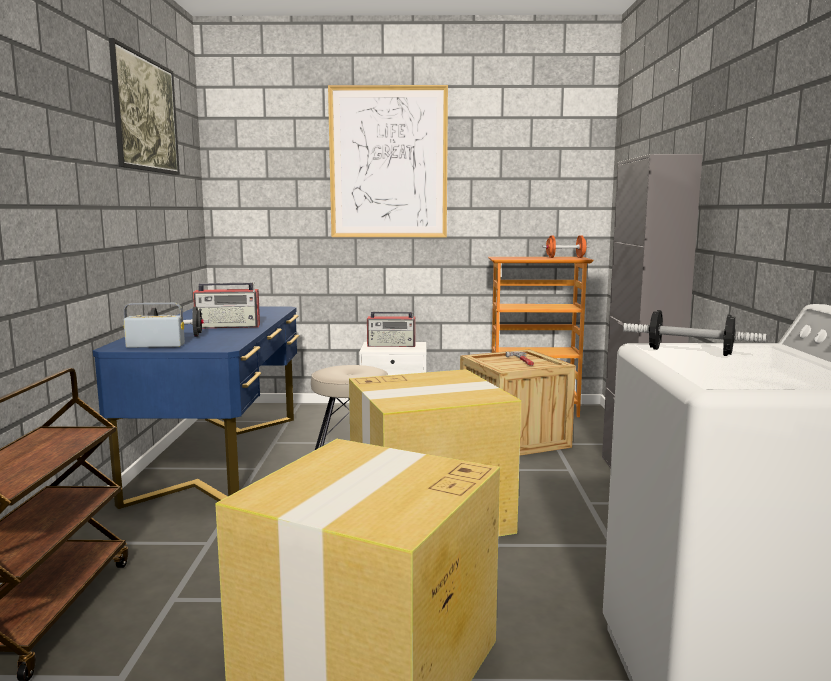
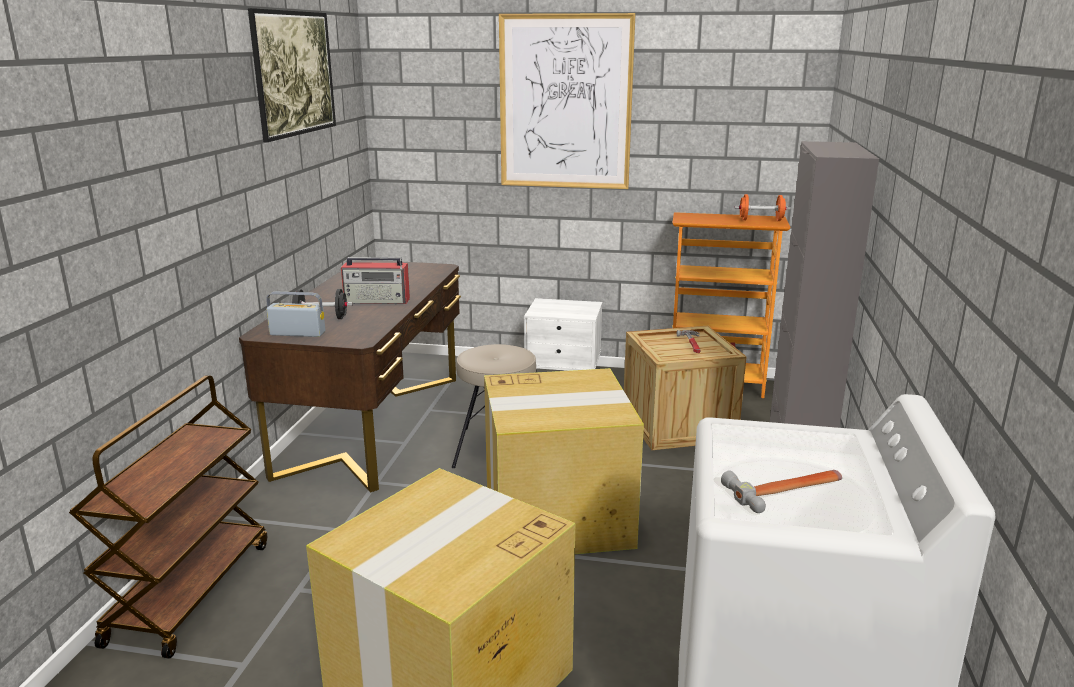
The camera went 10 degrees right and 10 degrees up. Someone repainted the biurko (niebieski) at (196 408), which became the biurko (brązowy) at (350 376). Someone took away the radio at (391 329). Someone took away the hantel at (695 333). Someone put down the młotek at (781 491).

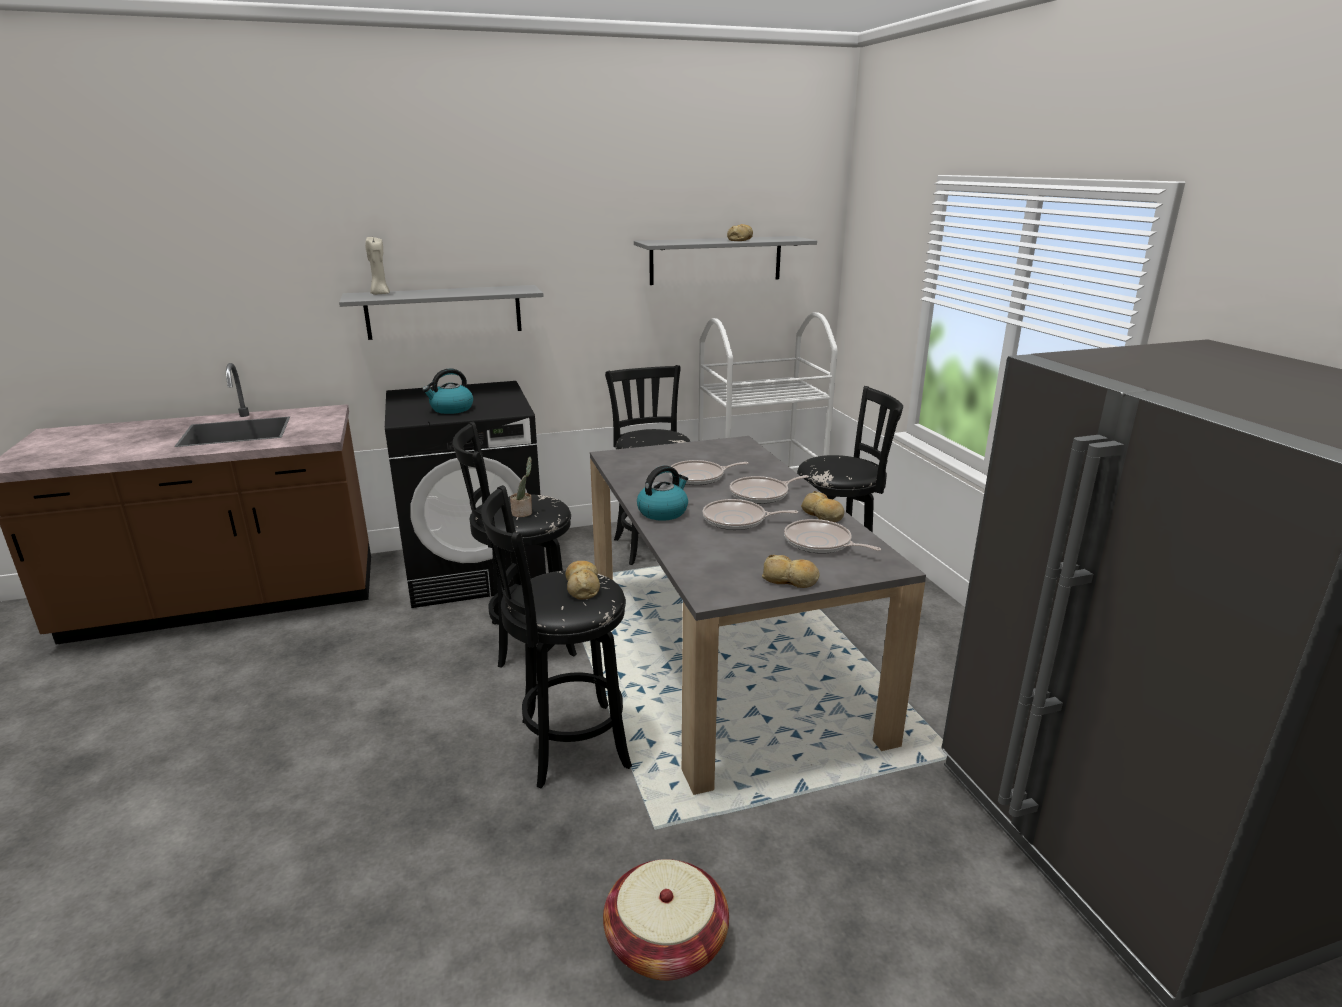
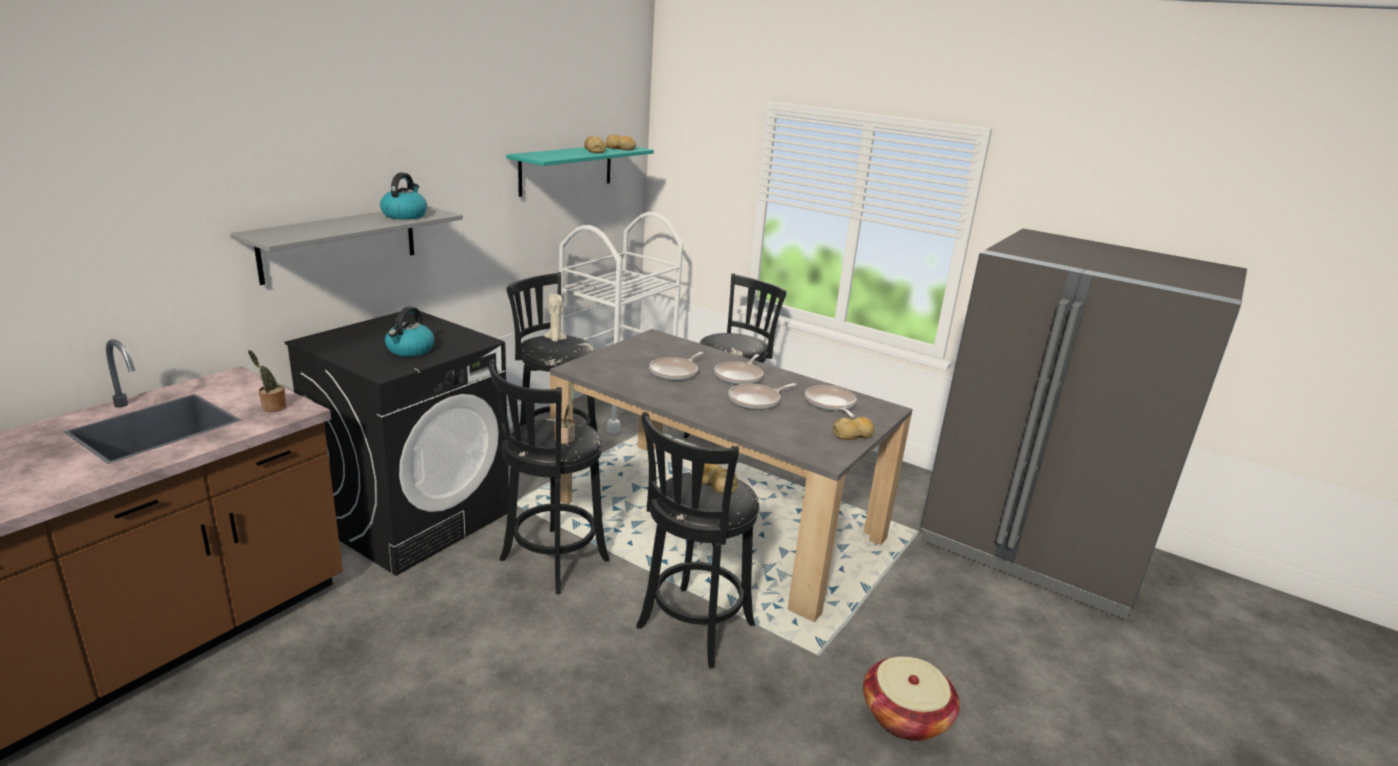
The camera went 40 degrees left and 0 degrees up. Someone carried the świeca (beżowy) from (377 266) to (556 318). Someone repainted the półka (szary) at (725 260), which became the półka (turkusowy) at (580 172). Someone carried the czajnik from (662 493) to (403 196). Someone rotated the patelnia at (832 536) by 75 degrees clockwise. Someone carried the chleb from (822 506) to (620 142). Someone put down the roślina doniczkowa at (267 381).

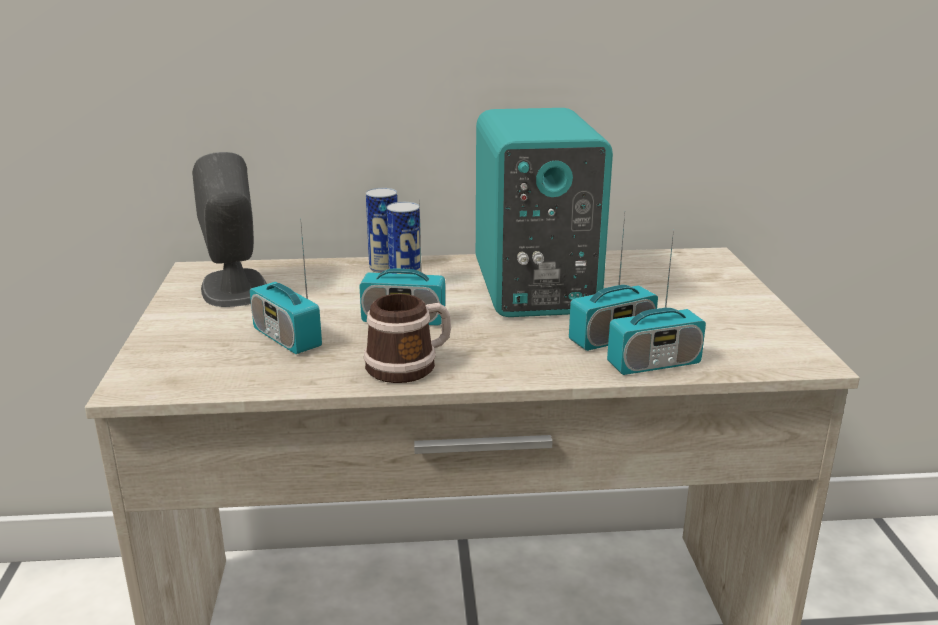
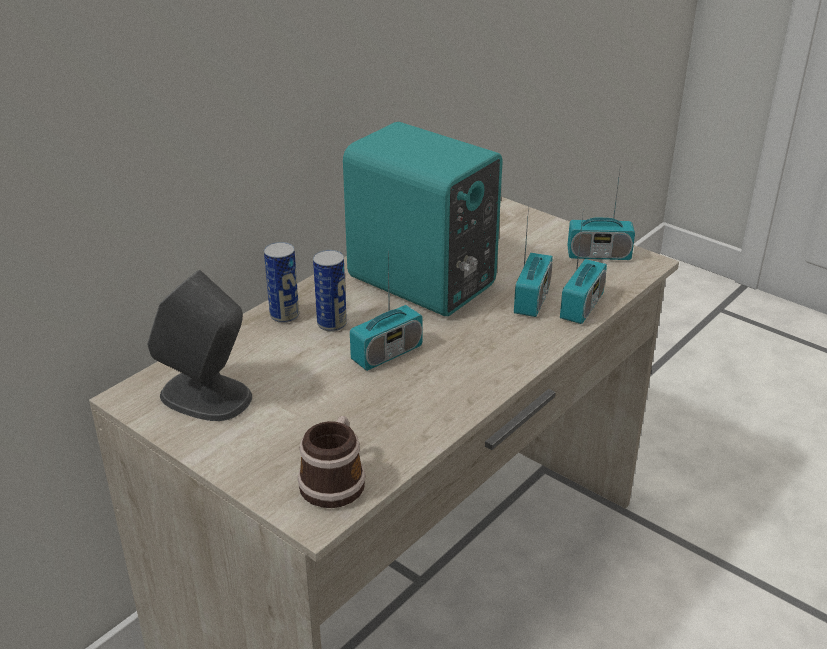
The camera went 45 degrees left and 10 degrees up. Someone carried the radio from (286 286) to (601 212). Someone carried the kubek from (407 338) to (331 462).

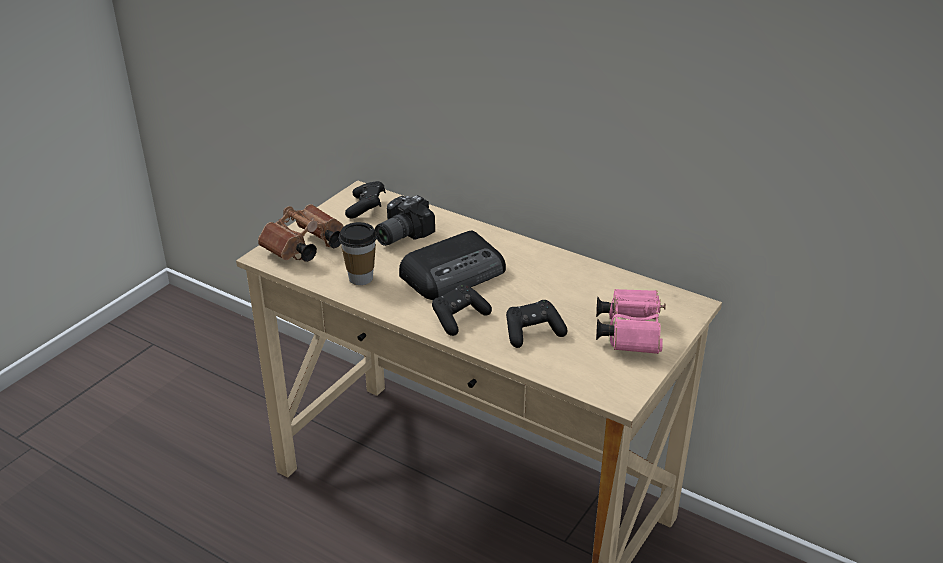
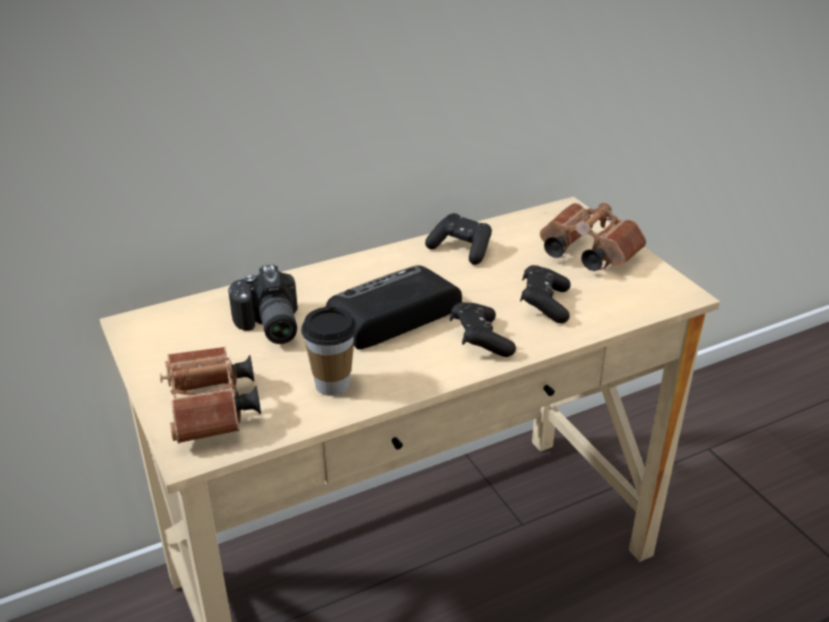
The camera went 60 degrees left and 0 degrees up. Someone carried the pad do gier (czarny) from (365 200) to (458 239). Someone rotated the radio at (452 265) by 120 degrees counterclockwise. Someone repainted the lornetka (różowy) at (631 321), which became the lornetka (brązowy) at (593 236).

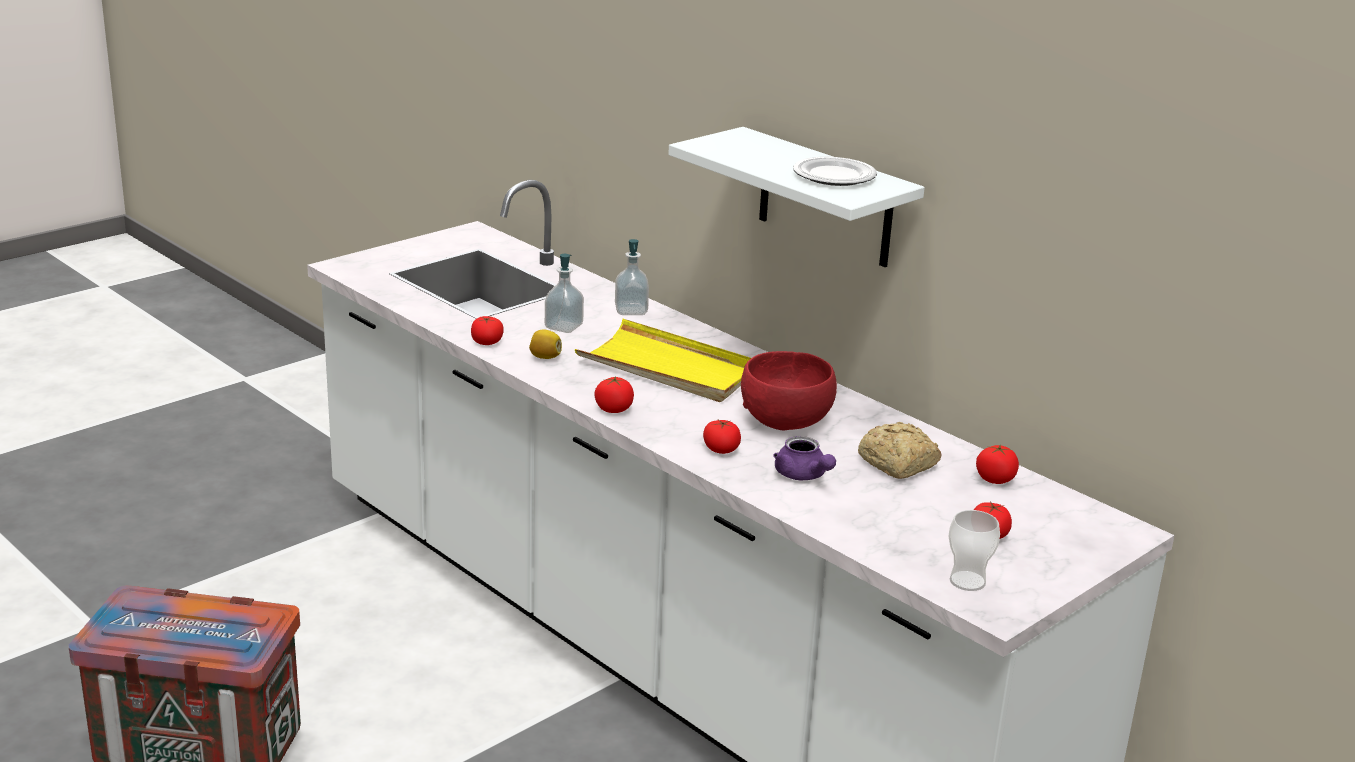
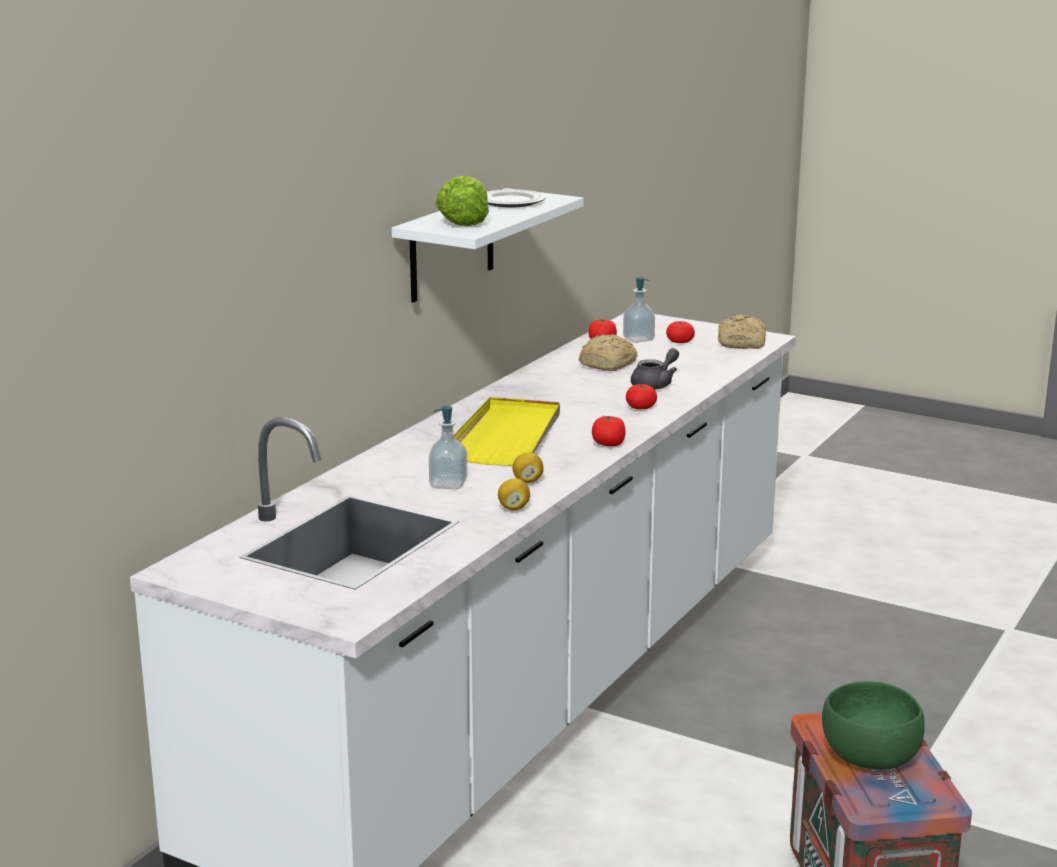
The camera went 105 degrees left and 5 degrees down. Someone swapped the pomidor at (487 330) for the cytryna at (514 494). Someone carried the dozownik mydła from (632 277) to (639 310). Someone took away the miska (czerwony) at (789 391). Someone repainted the imbryk (fioletowy) at (804 458), which became the imbryk (szary) at (655 368). Someone swapped the filiżanka at (974 550) for the chleb at (742 331). Someone put down the sałata at (462 200). Someone put down the miska (zielony) at (873 725).

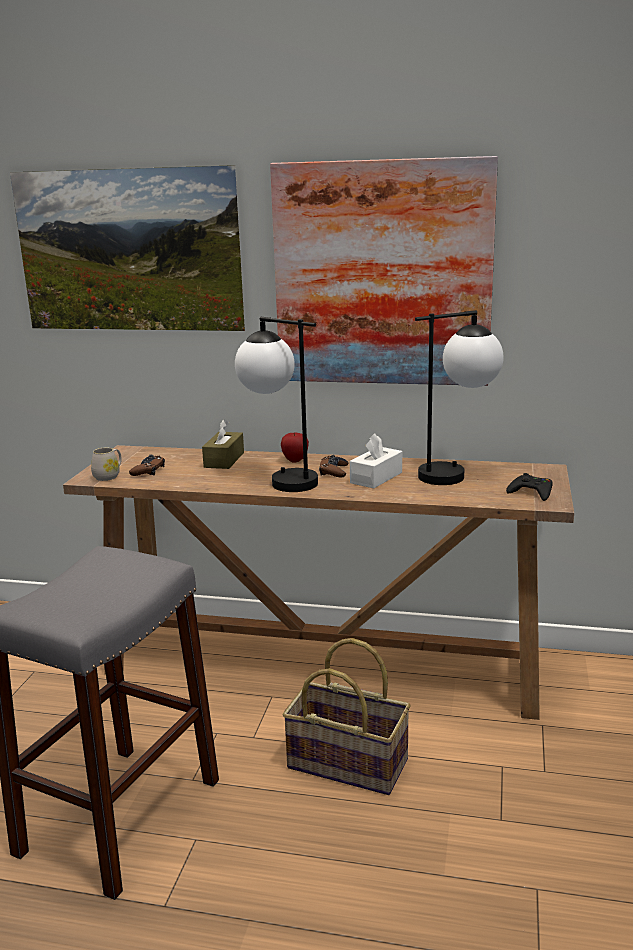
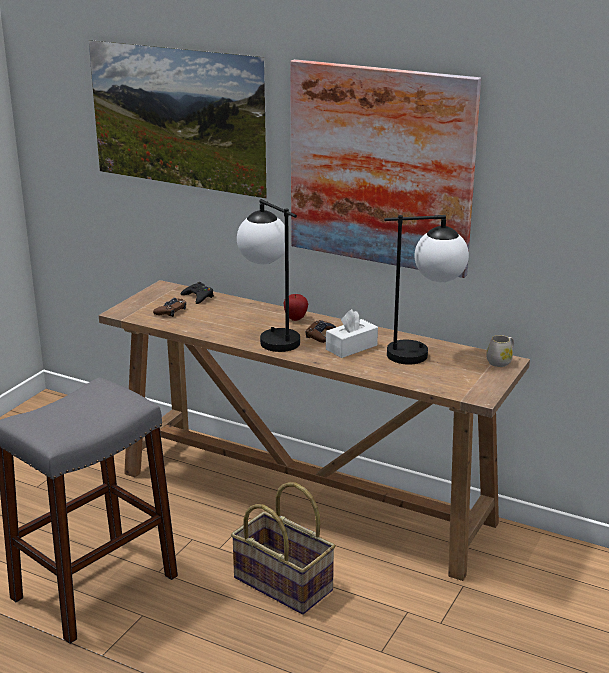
The camera went 15 degrees right and 5 degrees up. Someone carried the kubek (biały) from (106 464) to (500 351). Someone took away the pudełko chusteczek (brązowy) at (223 444). Someone carried the pad do gier (czarny) from (529 487) to (197 293).

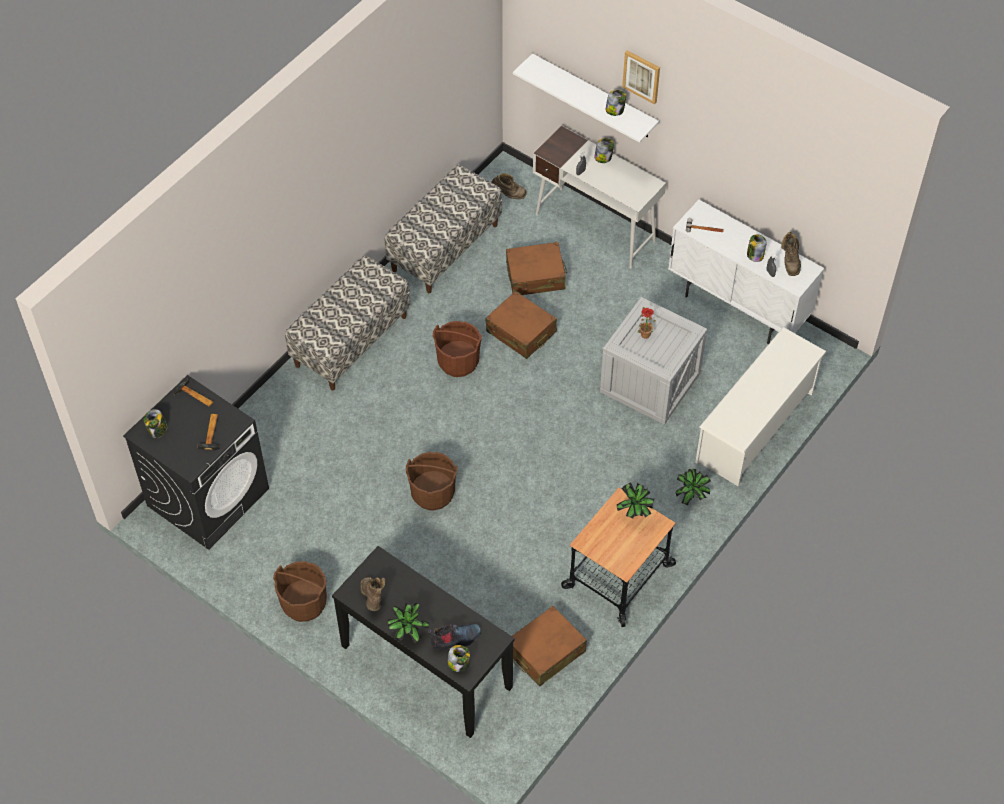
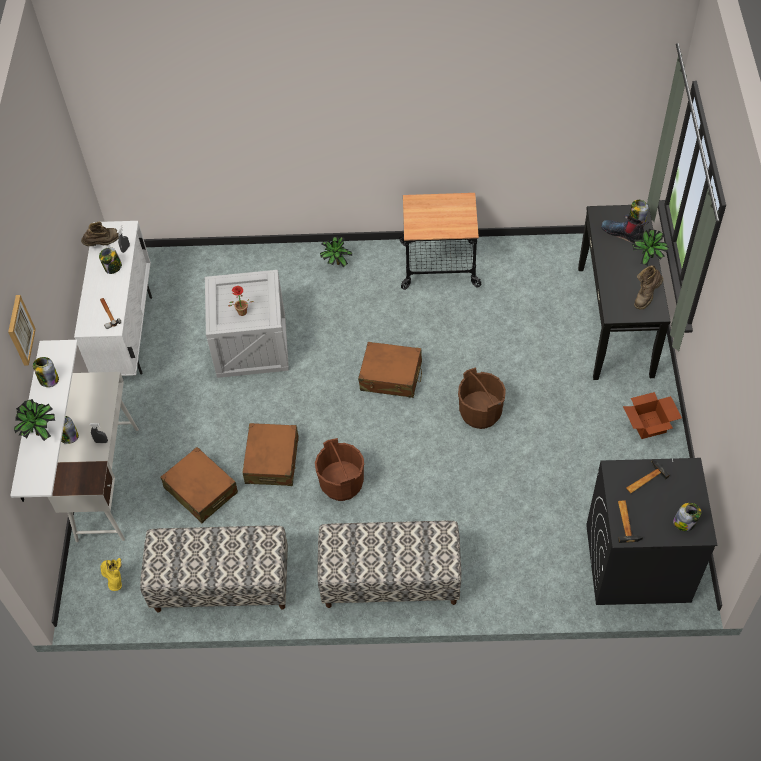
The camera went 125 degrees left and 0 degrees up. Someone swapped the wiadro (brązowy) at (300 591) for the karton at (652 415). Someone repainted the but z cholewką (brązowy) at (509 186), which became the but z cholewką (żółty) at (111 574). Someone carried the walizka (brązowy) from (549 646) to (390 370). Someone carried the roślina doniczkowa from (636 500) to (34 420). Someone took away the regał na buty (biały) at (761 406).

